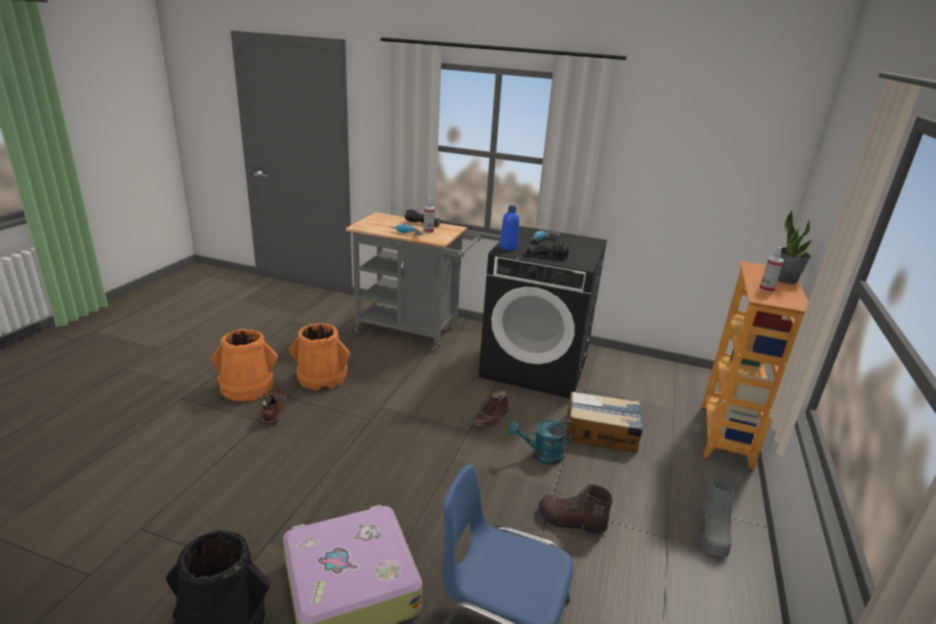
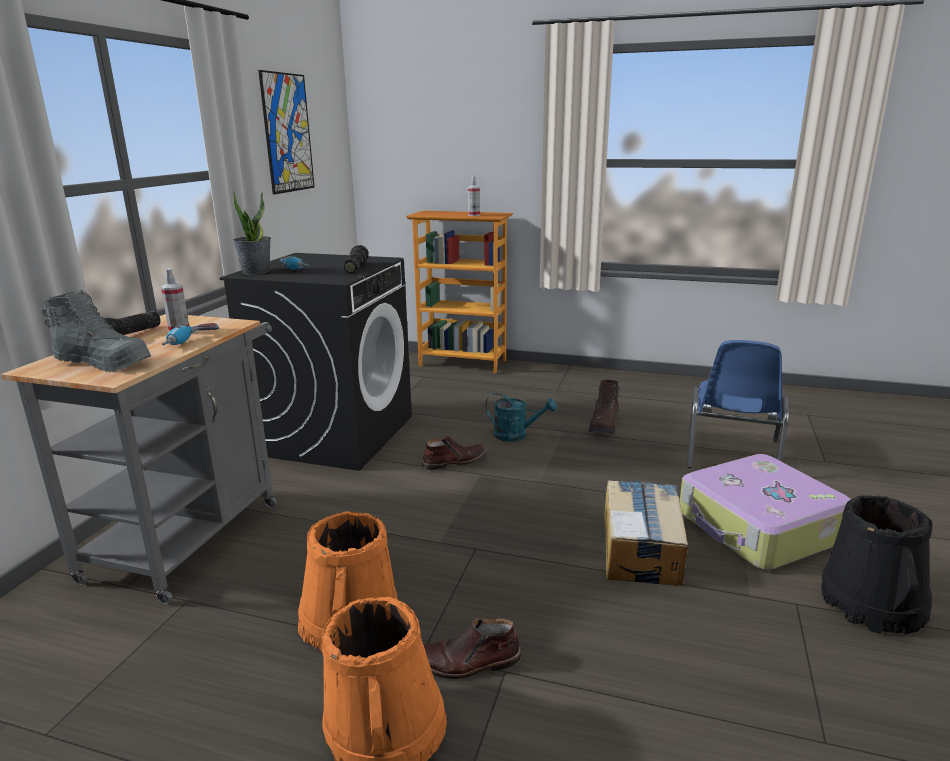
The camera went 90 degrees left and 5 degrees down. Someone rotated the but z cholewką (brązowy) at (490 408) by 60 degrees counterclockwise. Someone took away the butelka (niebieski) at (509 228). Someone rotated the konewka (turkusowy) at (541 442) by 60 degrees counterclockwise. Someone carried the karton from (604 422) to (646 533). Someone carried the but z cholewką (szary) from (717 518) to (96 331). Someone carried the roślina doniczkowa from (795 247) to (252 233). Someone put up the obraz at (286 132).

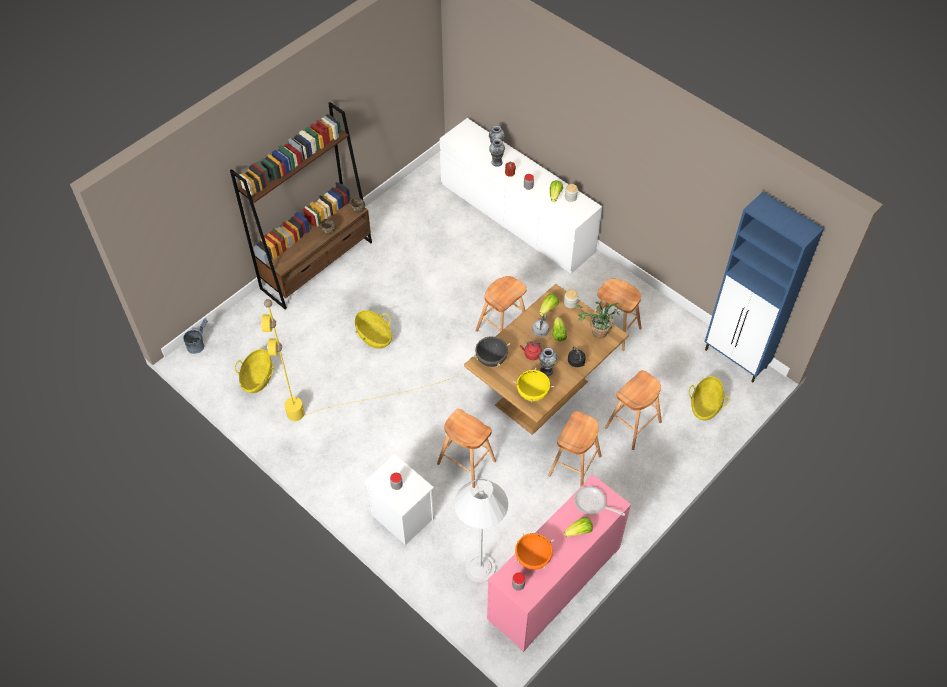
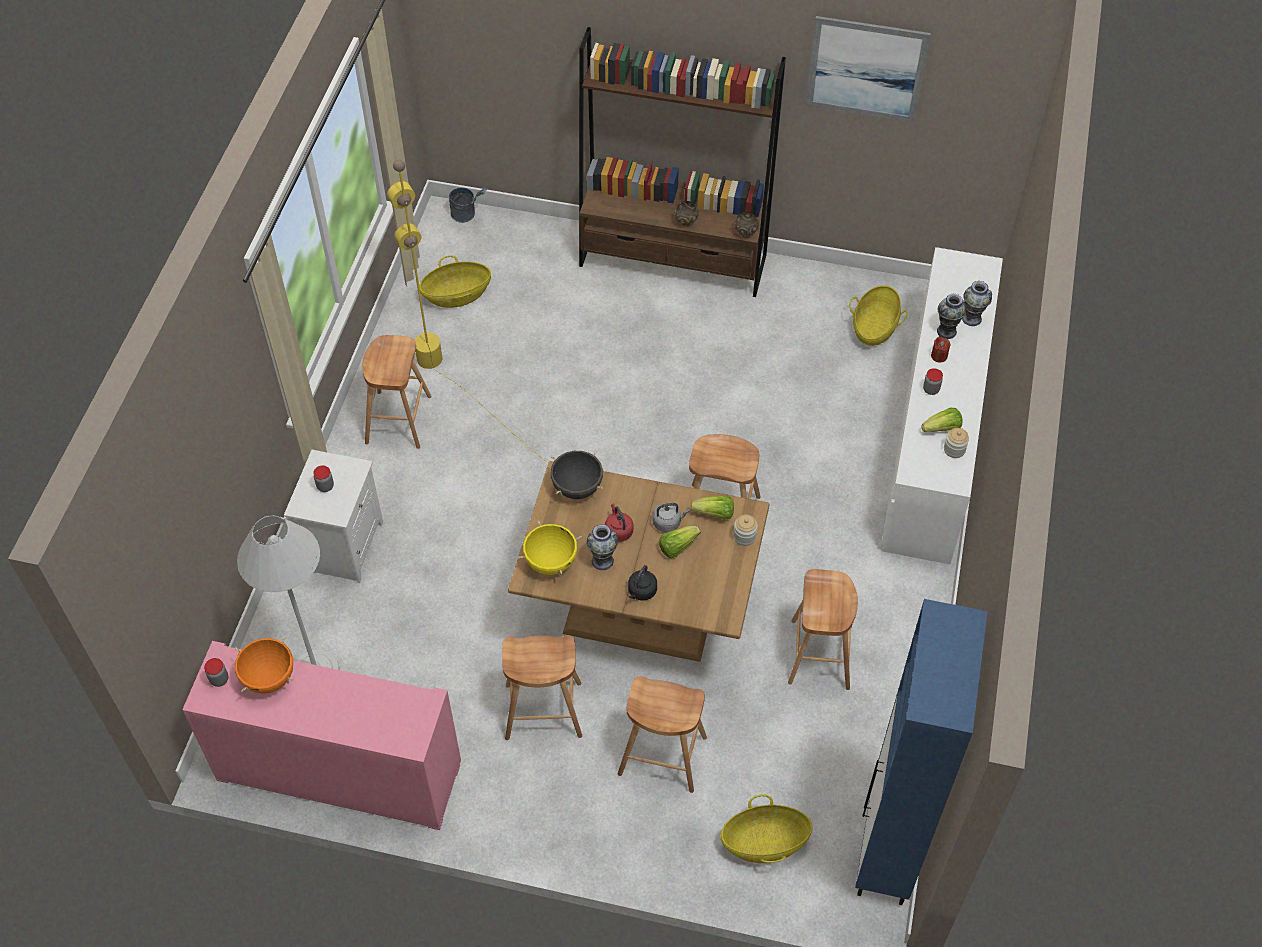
The camera went 60 degrees right and 0 degrees up. Someone carried the koszyk from (373 329) to (878 315). Someone carried the stołek (brązowy) from (466 448) to (397 392). Someone took away the sałata at (578 527). Someone took away the patelnia at (599 501). Someone took away the roślina doniczkowa at (600 320). Someone put up the obraz at (868 69).

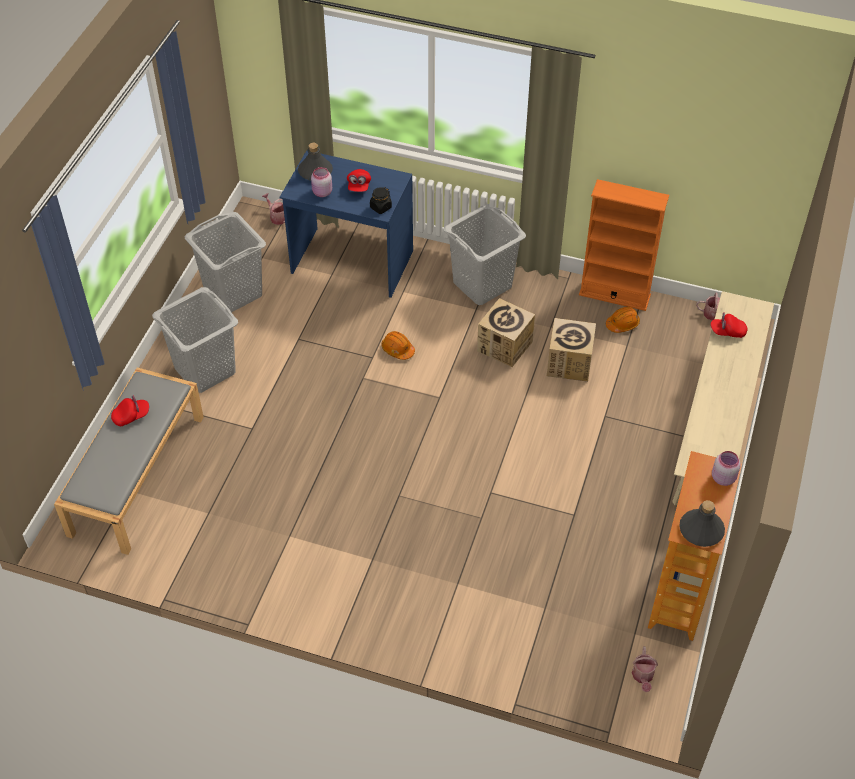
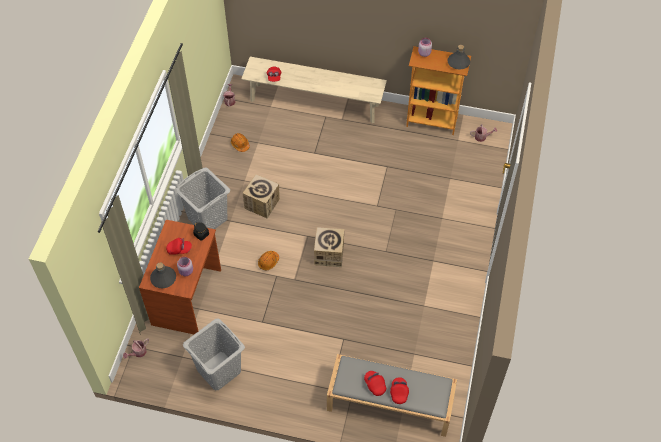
The camera went 95 degrees left and 5 degrees up. Someone took away the kosz na pranie (szary) at (195 340). Someone repainted the biurko (niebieski) at (346 224), which became the biurko (brązowy) at (180 277). Someone carried the karton from (571 350) to (329 247). Someone took away the regał (pomarańczowy) at (624 245). Someone put down the czapka z daszkiem (czerwony) at (399 390).

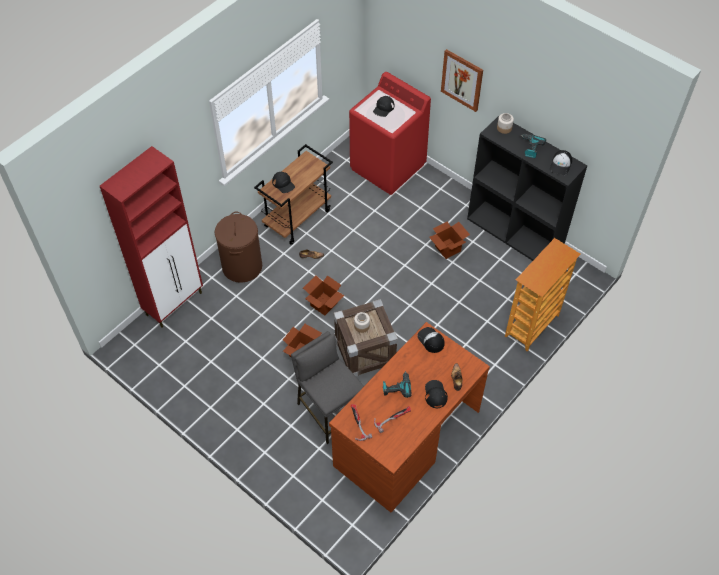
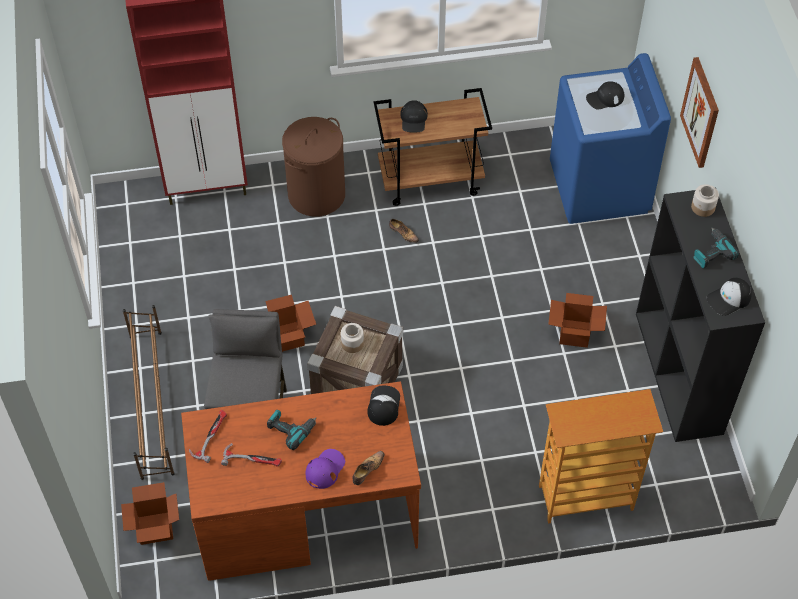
The camera went 40 degrees right and 0 degrees up. Someone carried the karton from (323 295) to (150 513). Someone repainted the pralka (czerwony) at (390 133), which became the pralka (niebieski) at (610 138). Someone repainted the czapka z daszkiem (czarny) at (436 394), which became the czapka z daszkiem (fioletowy) at (325 469). Someone put down the regał na buty (brązowy) at (149 392).

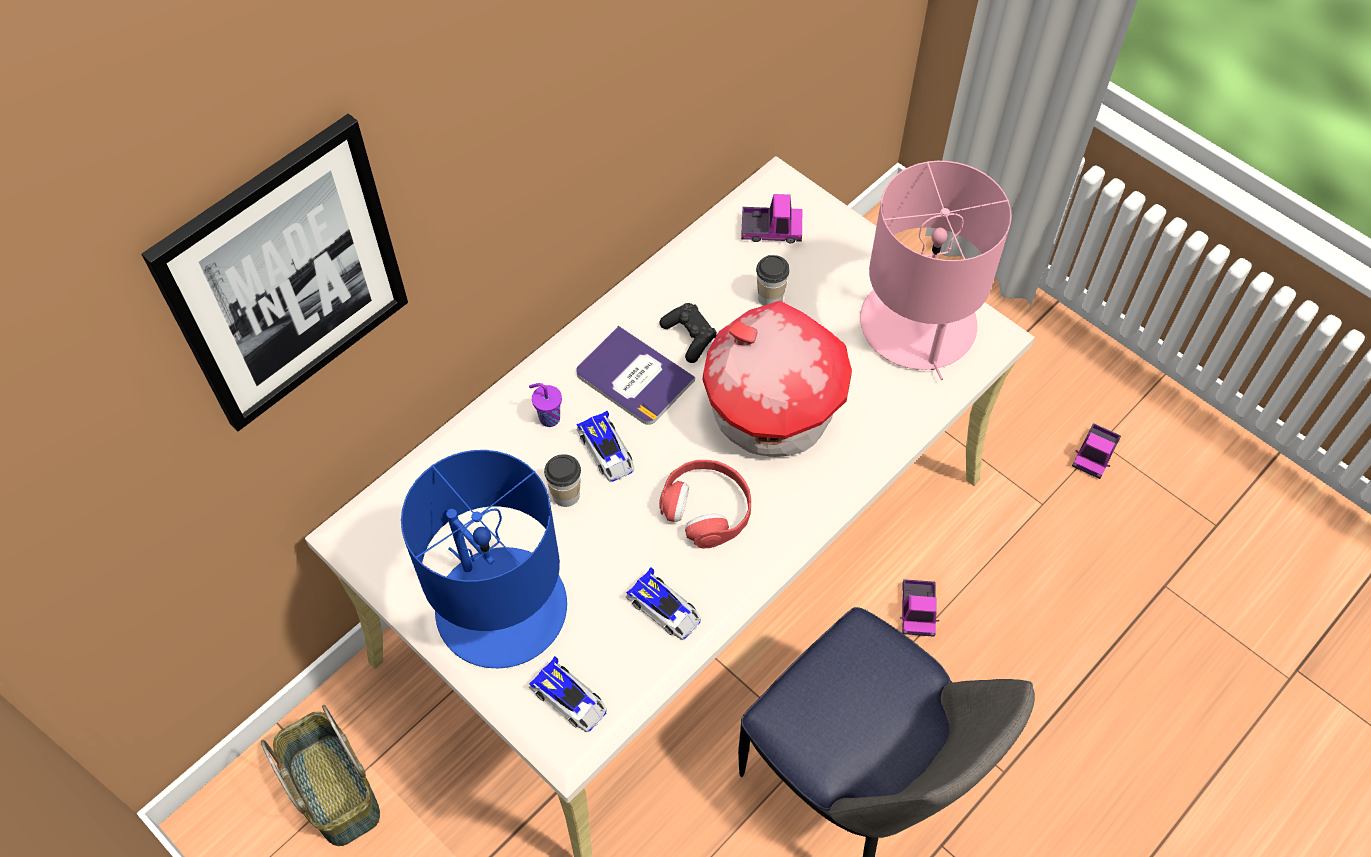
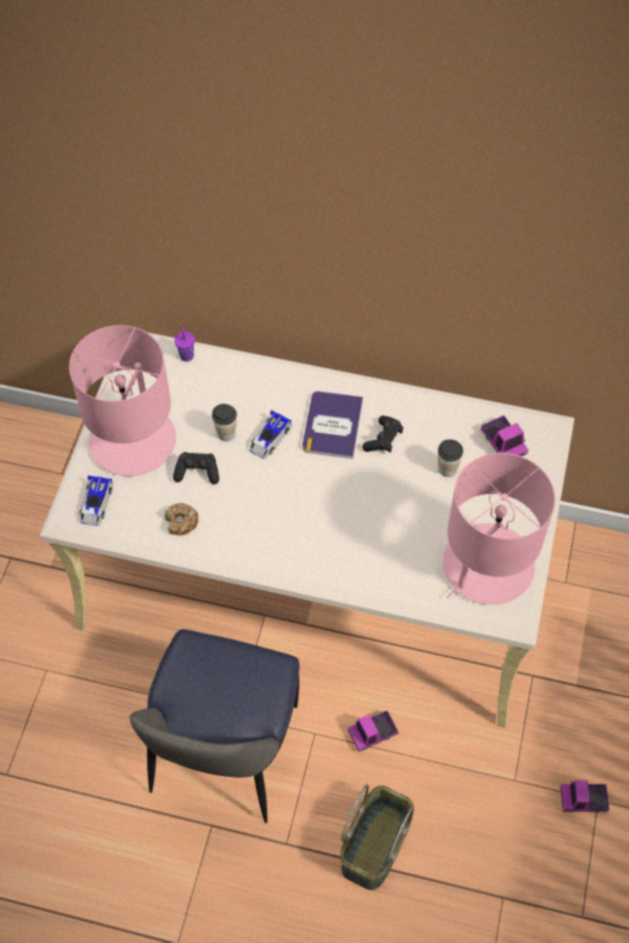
The camera went 60 degrees right and 0 degrees up. Someone took away the obraz at (274 272). Someone carried the koszyk from (320 775) to (377 837). Someone repainted the lampa stołowa (niebieski) at (484 559), which became the lampa stołowa (różowy) at (122 400). Someone carried the filiżanka (fioletowy) from (545 405) to (184 344). Someone swapped the samochodzik at (663 603) for the donut at (181 519). Someone took away the słuchawki (czerwony) at (705 504). Someone took away the domek at (777 379). Someone put down the pad do gier (czarny) at (196 468).

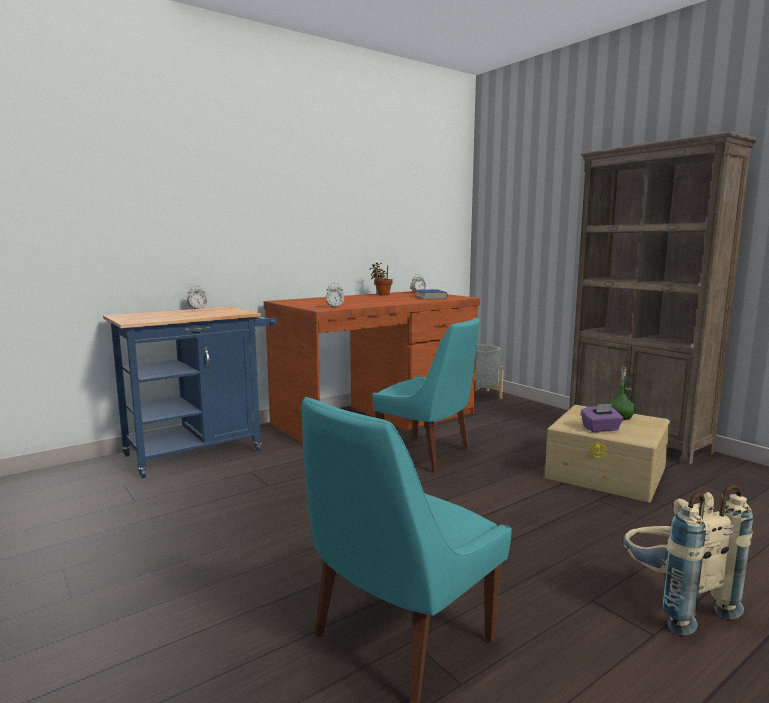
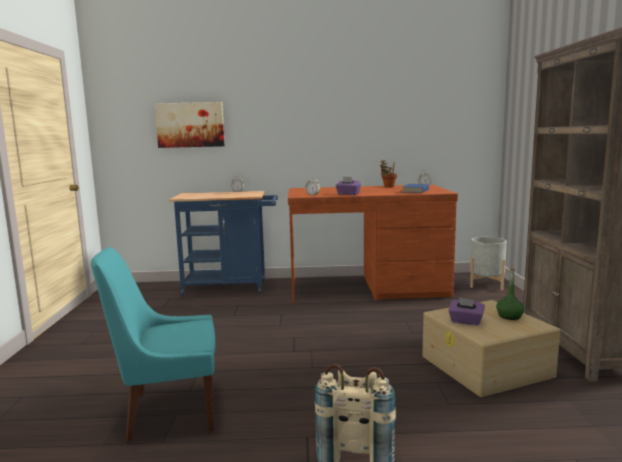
The camera went 35 degrees right and 0 degrees up. Someone took away the krzesło (turkusowy) at (426 395). Someone put up the obraz at (190 125). Someone put down the pudełko chusteczek (fioletowy) at (348 186).

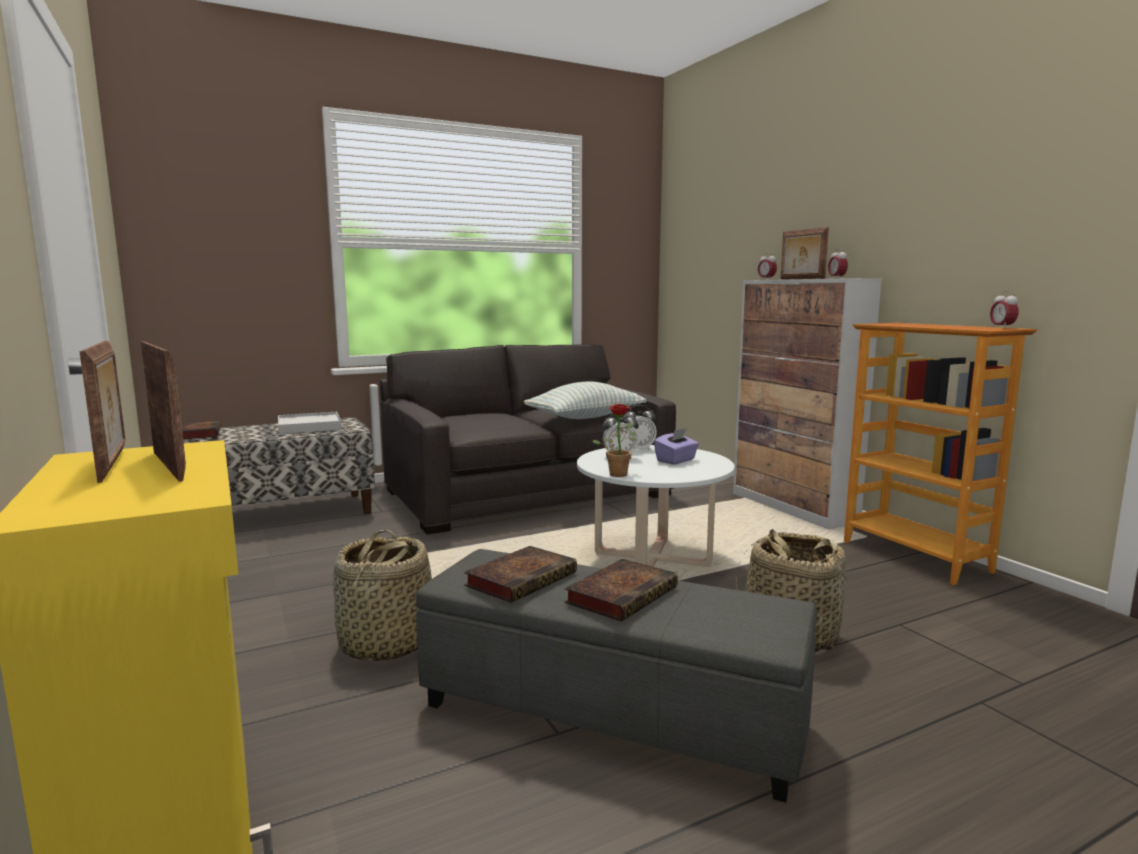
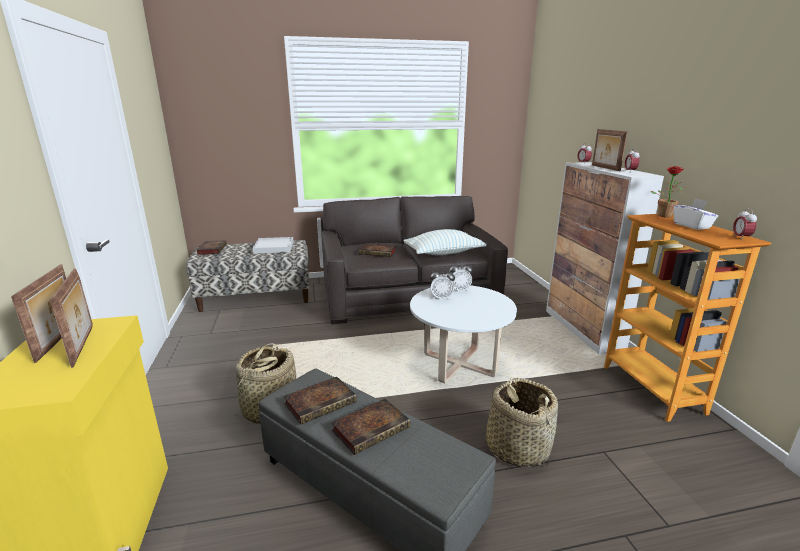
The camera went 15 degrees right and 10 degrees up. Someone carried the roślina doniczkowa from (615 440) to (667 192). Someone took away the pudełko chusteczek (fioletowy) at (676 446). Someone put down the książka at (377 250). Someone put down the pudełko chusteczek (biały) at (695 214).

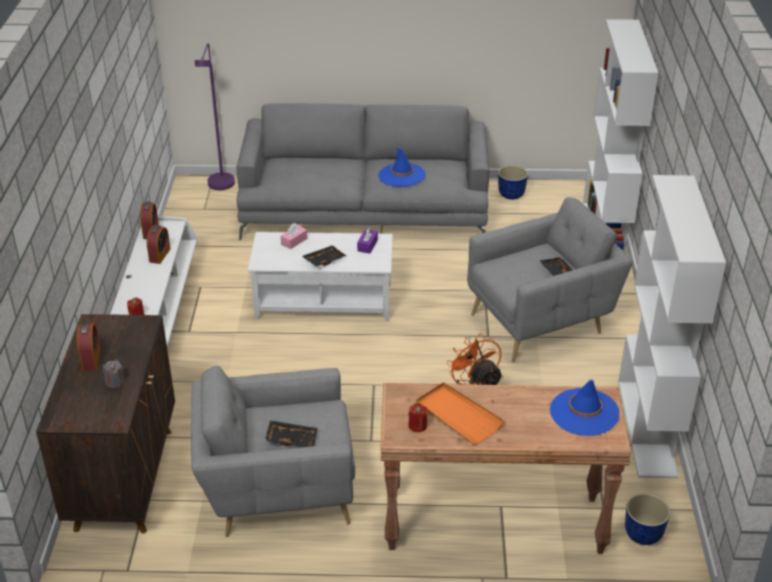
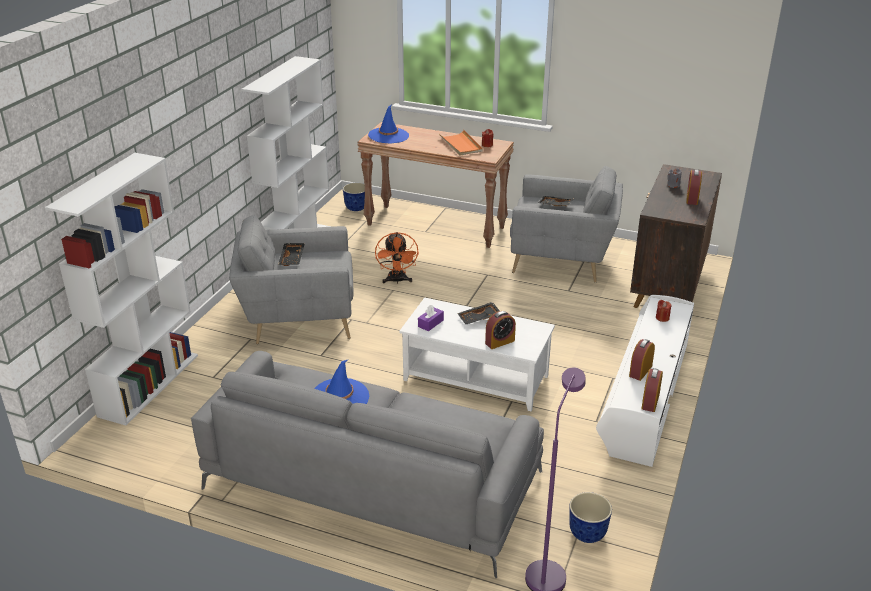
The camera went 160 degrees left and 5 degrees down. Someone swapped the pudełko chusteczek (różowy) at (294 236) for the budzik at (500 330). Someone carried the donica from (513 182) to (590 517).

